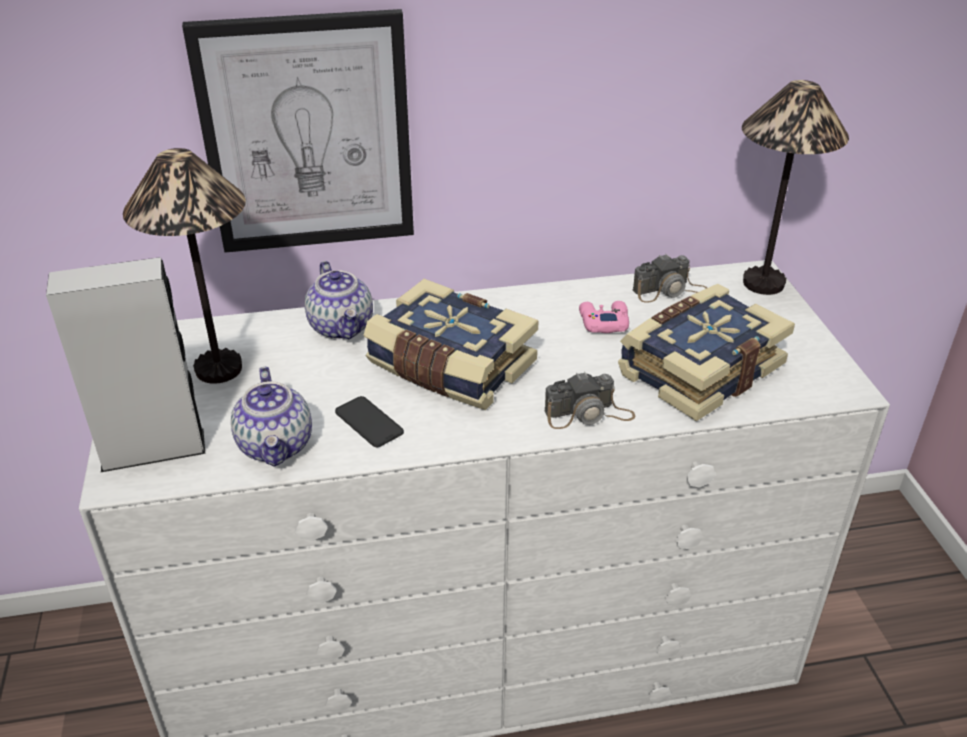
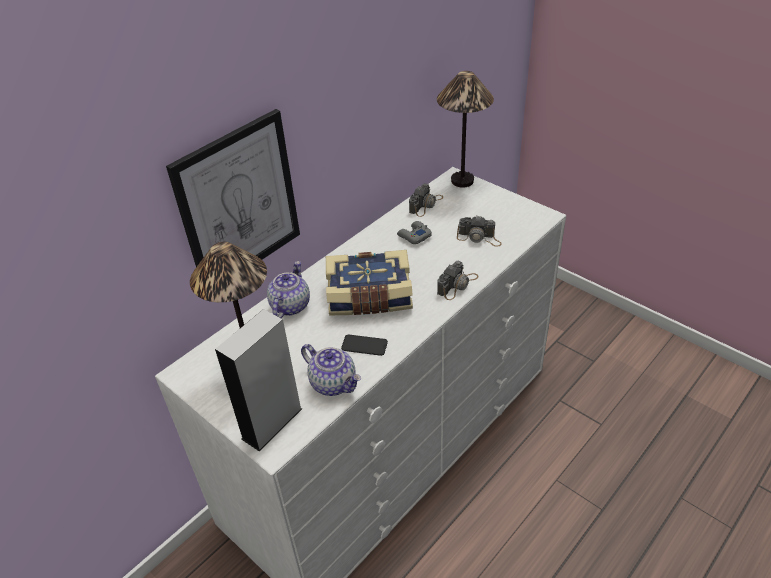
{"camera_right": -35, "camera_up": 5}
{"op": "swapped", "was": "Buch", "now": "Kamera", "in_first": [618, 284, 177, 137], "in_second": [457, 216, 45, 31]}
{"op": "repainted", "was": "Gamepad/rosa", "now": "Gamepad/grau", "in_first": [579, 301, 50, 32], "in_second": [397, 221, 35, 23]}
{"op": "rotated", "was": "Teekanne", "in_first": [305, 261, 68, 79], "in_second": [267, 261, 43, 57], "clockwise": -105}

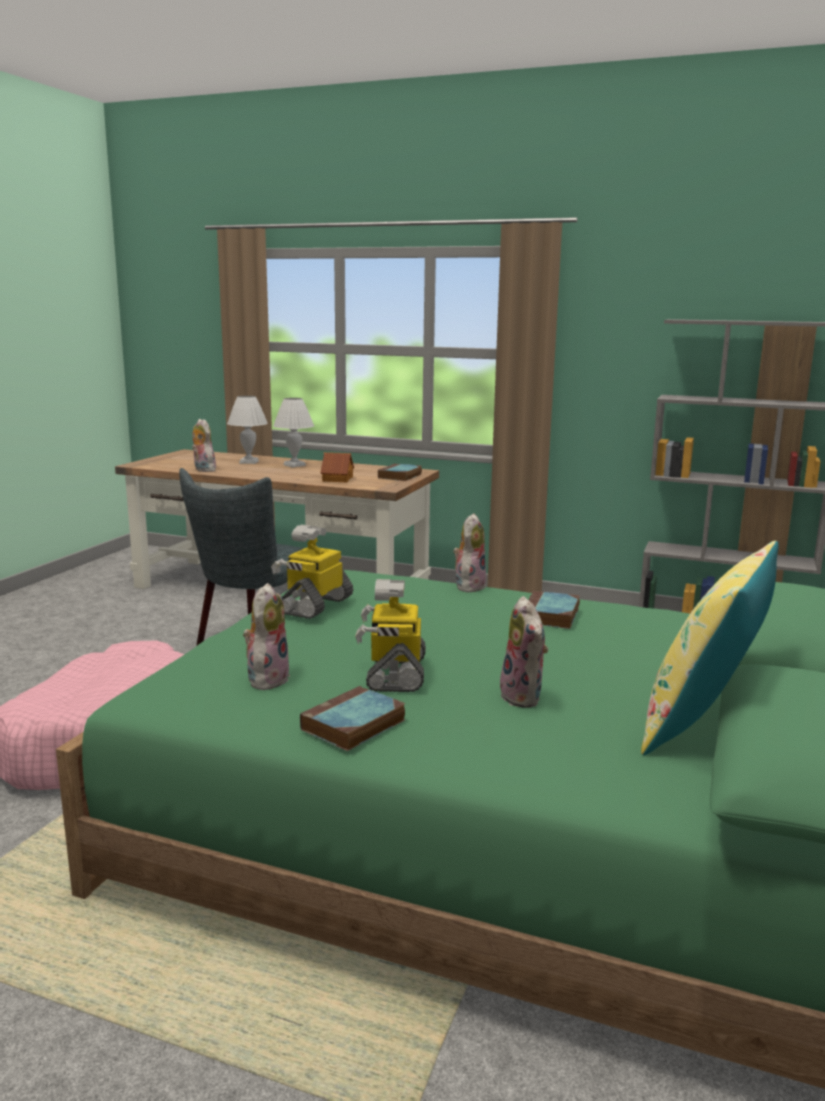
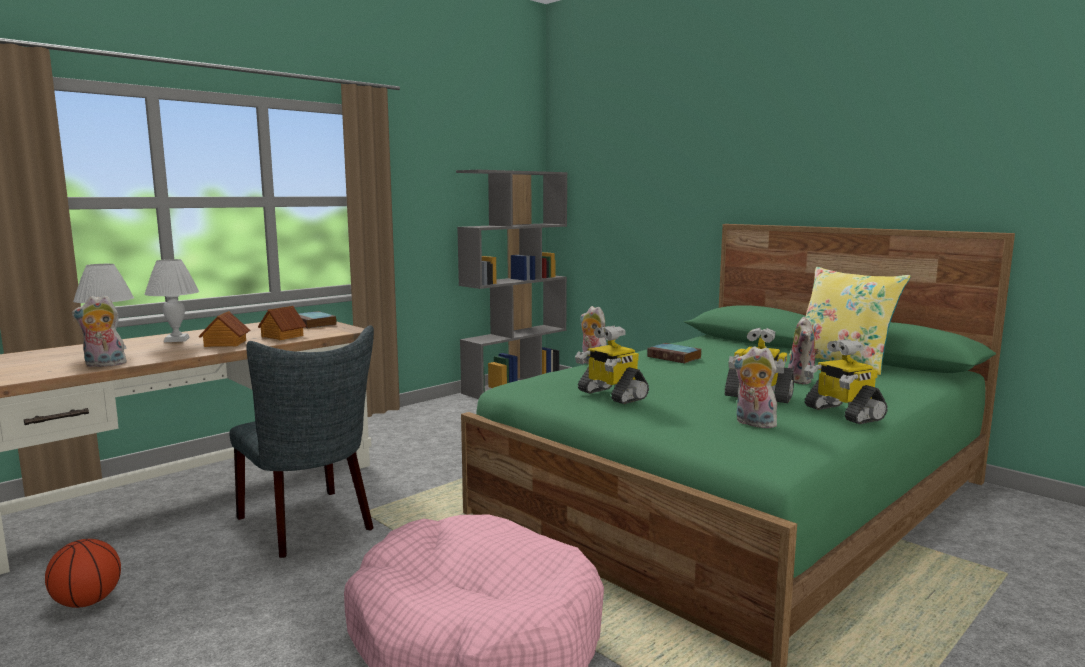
{"camera_right": -65, "camera_up": -5}
{"op": "new", "now": "Basketball", "in_second": [45, 539, 76, 69]}
{"op": "new", "now": "Spielzeughaus", "in_second": [198, 311, 52, 36]}
{"op": "swapped", "was": "Buch", "now": "Spielzeugroboter", "in_first": [300, 686, 106, 65], "in_second": [804, 339, 84, 85]}
{"op": "rotated", "was": "Plüschtier", "in_first": [500, 596, 48, 112], "in_second": [788, 317, 32, 67], "clockwise": 90}

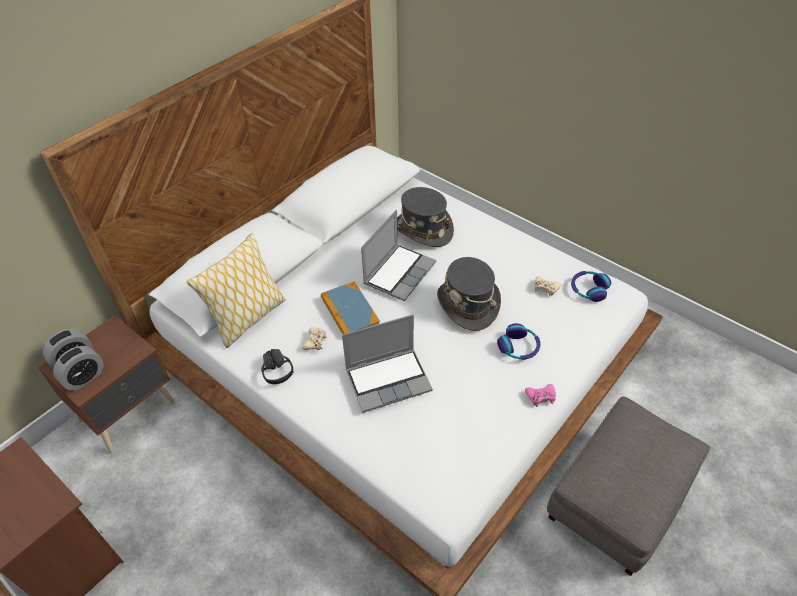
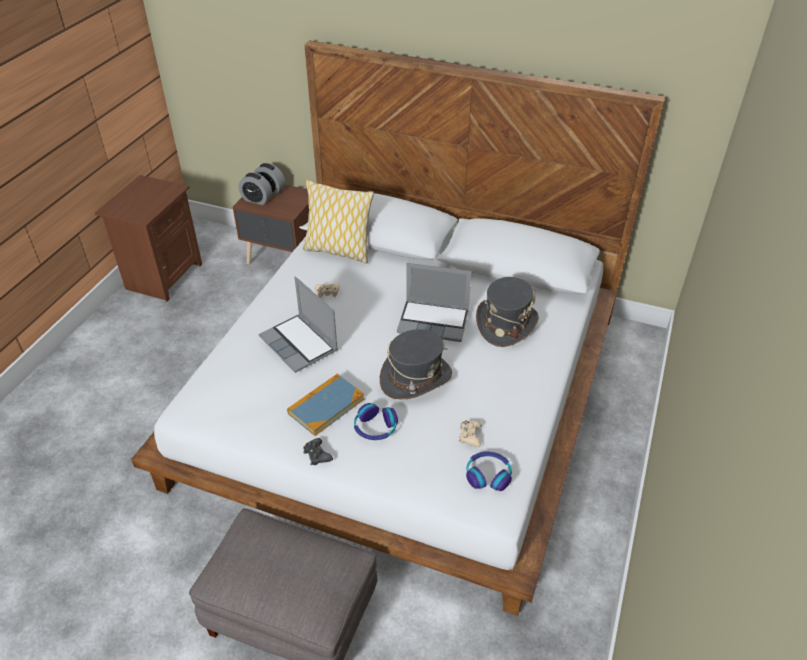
{"camera_right": 70, "camera_up": -5}
{"op": "gone", "was": "Kopfhörer/schwarz", "in_first": [261, 349, 32, 35]}
{"op": "shifted", "was": "Buch", "in_first": [321, 281, 59, 53], "in_second": [287, 374, 77, 62]}
{"op": "repainted", "was": "Gamepad/rosa", "now": "Gamepad/schwarz", "in_first": [525, 384, 31, 23], "in_second": [303, 438, 30, 27]}

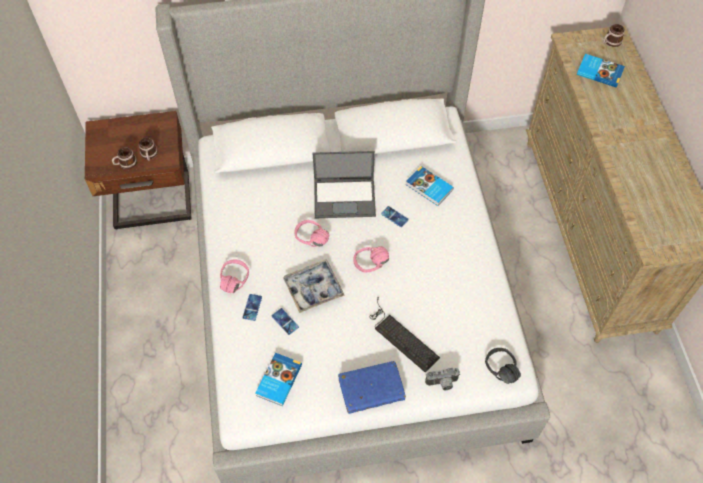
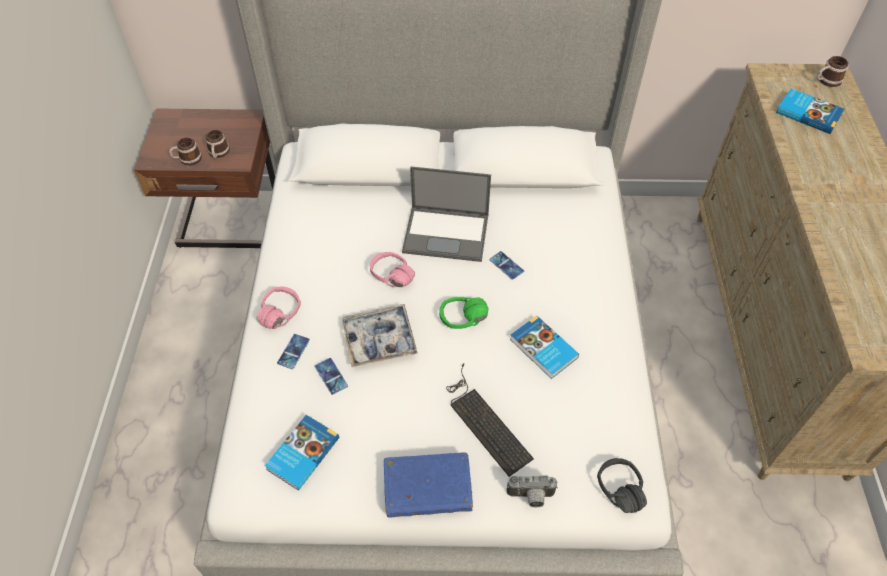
{"camera_right": 10, "camera_up": -5}
{"op": "shifted", "was": "Buch", "in_first": [406, 166, 48, 40], "in_second": [510, 316, 69, 63]}
{"op": "repainted", "was": "Kopfhörer/rosa", "now": "Kopfhörer/grün", "in_first": [353, 246, 36, 27], "in_second": [439, 297, 49, 32]}

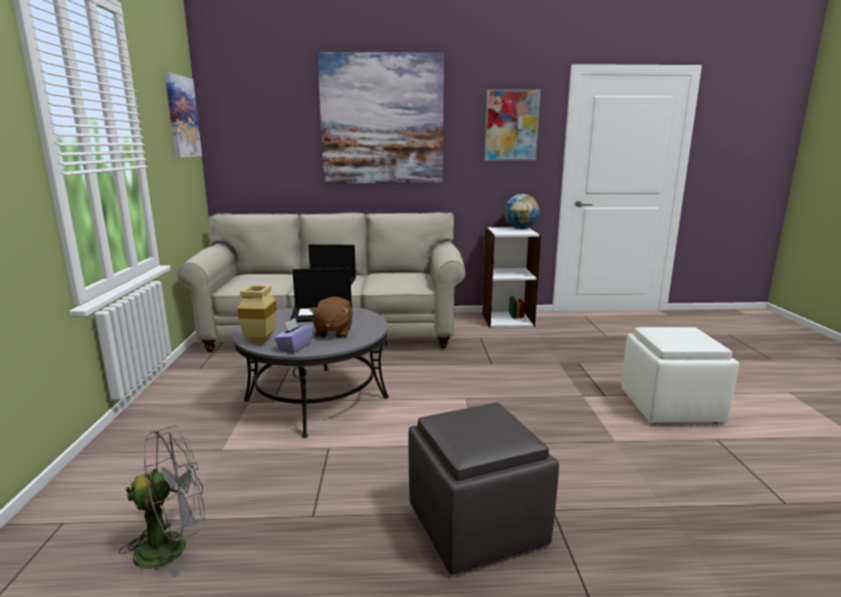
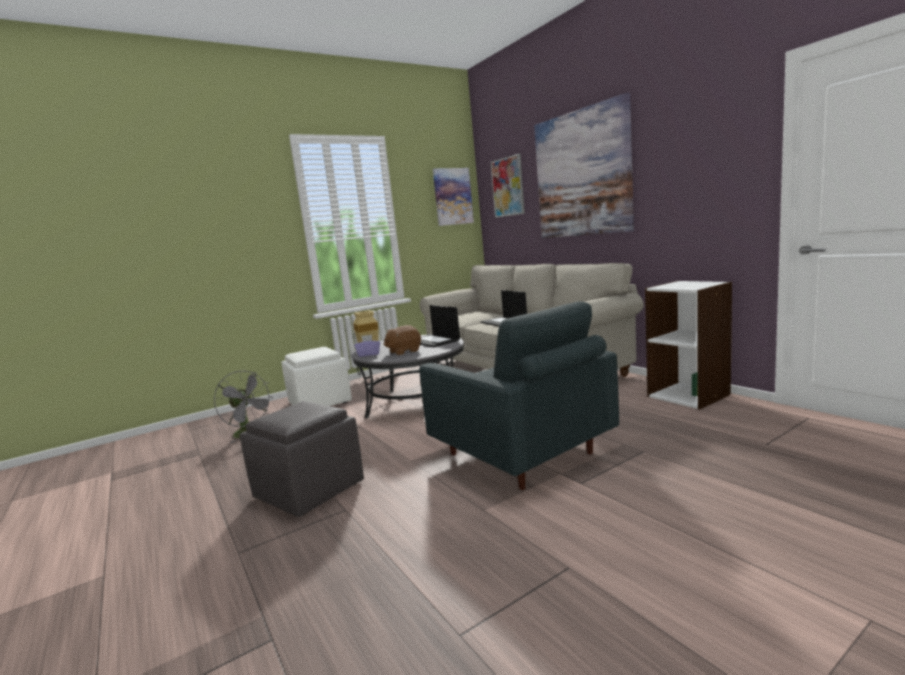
{"camera_right": 60, "camera_up": -5}
{"op": "gone", "was": "Globus", "in_first": [504, 194, 36, 35]}
{"op": "new", "now": "Sessel/grau", "in_second": [419, 301, 200, 189]}
{"op": "shifted", "was": "Bild", "in_first": [484, 89, 57, 72], "in_second": [491, 154, 34, 64]}
{"op": "shifted", "was": "Polsterhocker/weiß", "in_first": [621, 327, 118, 96], "in_second": [281, 347, 71, 59]}

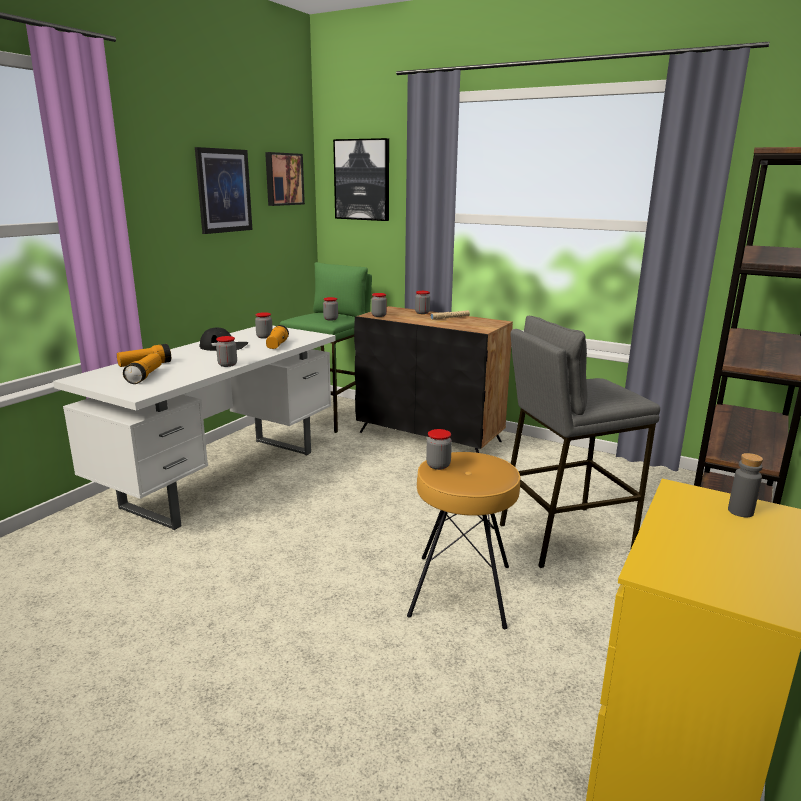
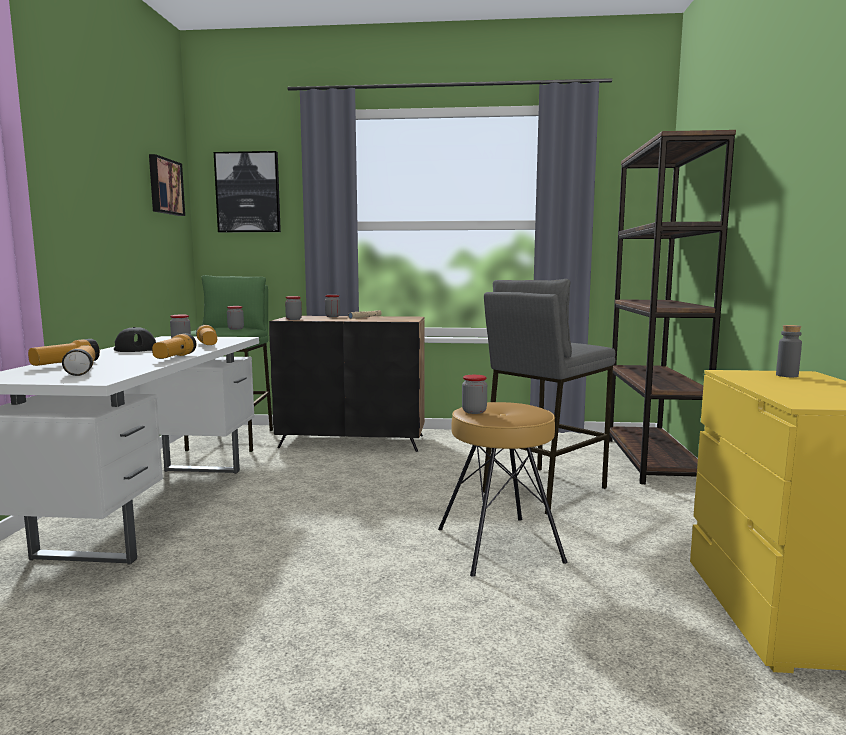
{"camera_right": -25, "camera_up": -10}
{"op": "gone", "was": "Bild", "in_first": [195, 147, 57, 87]}
{"op": "swapped", "was": "Vorratsglas", "now": "Taschenlampe", "in_first": [216, 336, 21, 31], "in_second": [152, 333, 44, 26]}

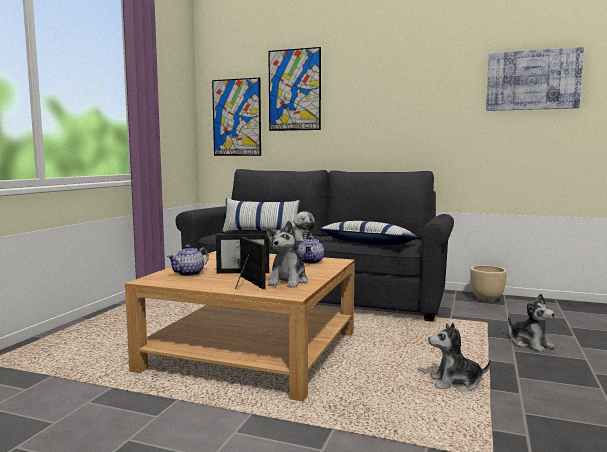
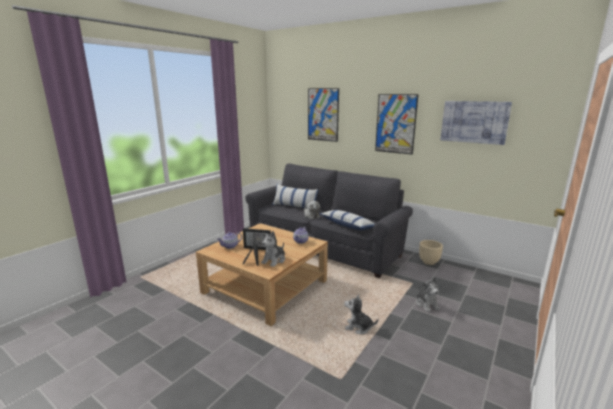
{"camera_right": 15, "camera_up": 10}
{"op": "shifted", "was": "Bild", "in_first": [212, 77, 49, 79], "in_second": [375, 94, 44, 61]}

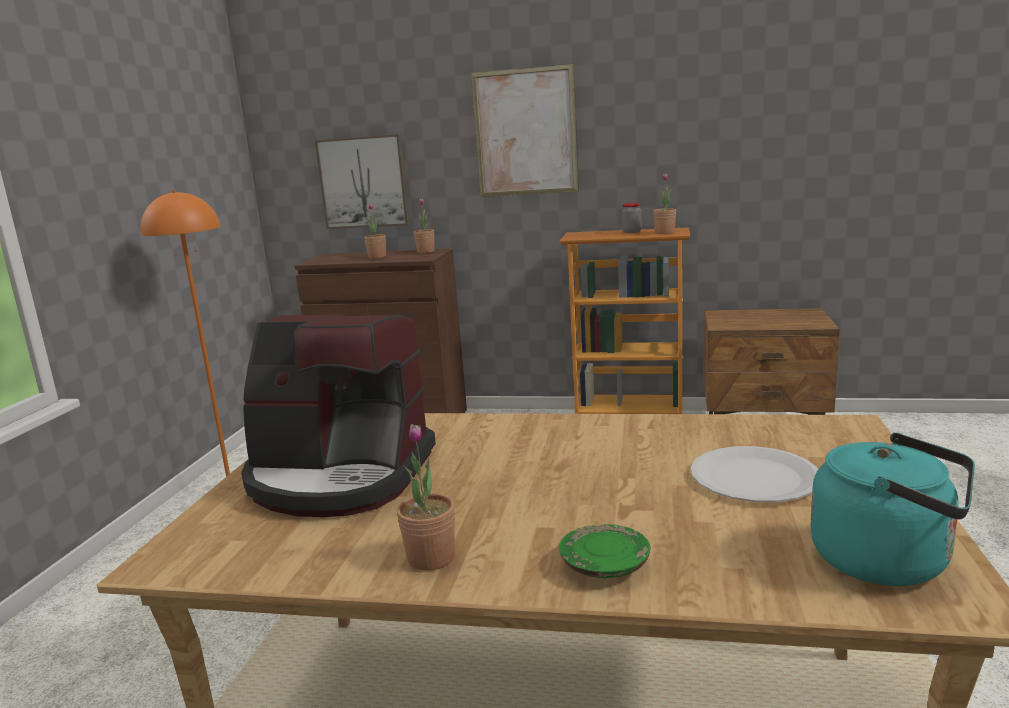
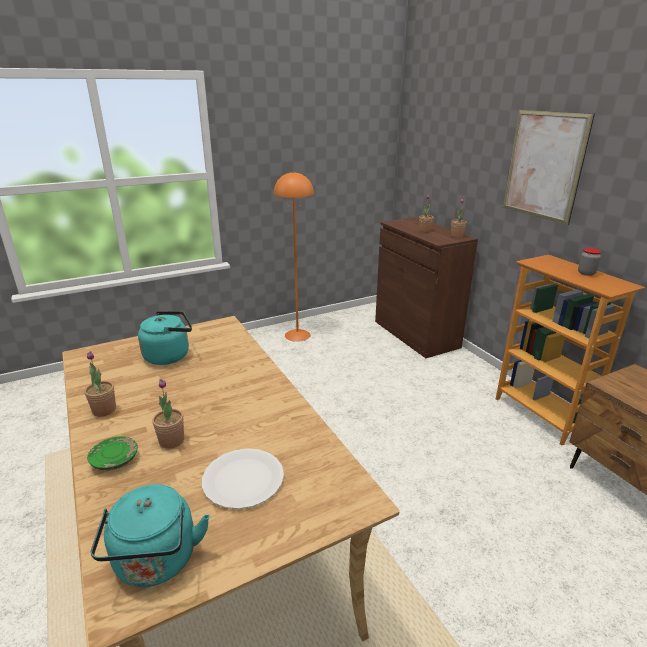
{"camera_right": 50, "camera_up": 10}
{"op": "gone", "was": "Bild", "in_first": [315, 134, 95, 95]}
{"op": "shifted", "was": "Topfpflanze", "in_first": [653, 174, 23, 60], "in_second": [152, 379, 32, 70]}
{"op": "swapped", "was": "Kaffeemaschine", "now": "Wasserkessel/türkis", "in_first": [241, 314, 195, 203], "in_second": [138, 311, 54, 54]}

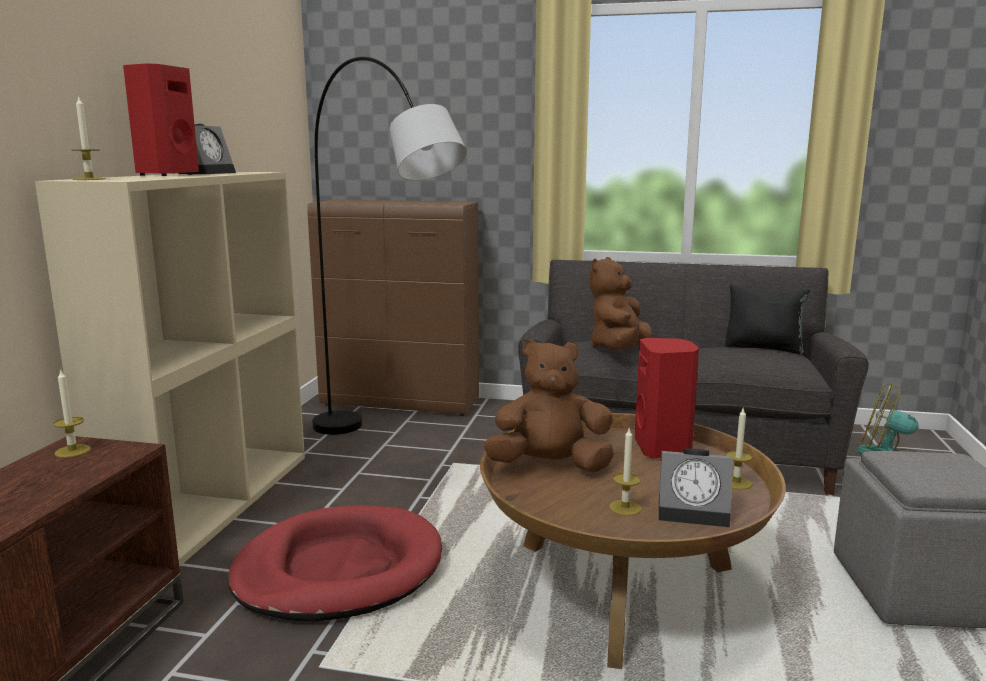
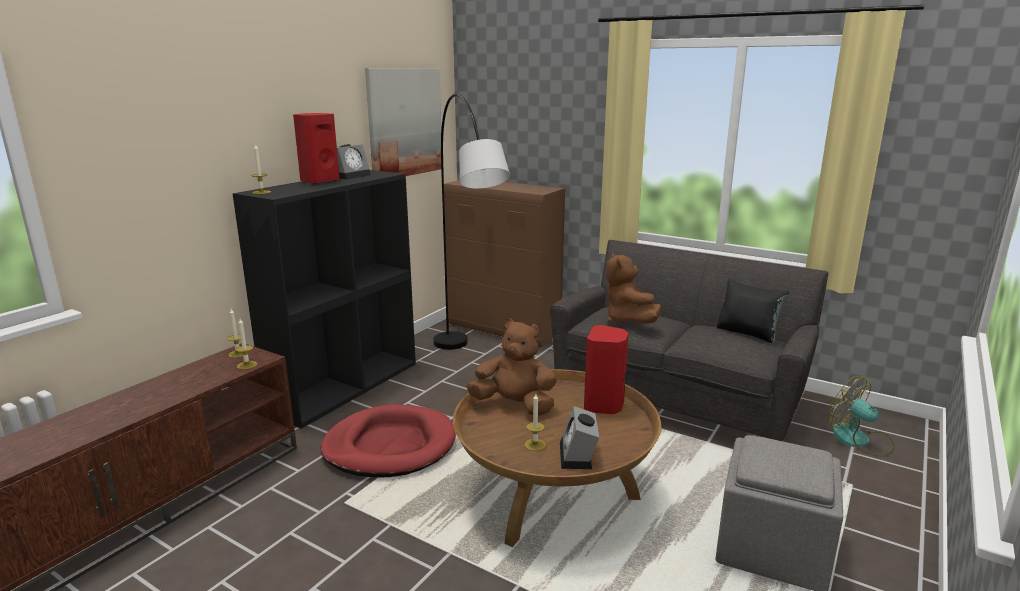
{"camera_right": 20, "camera_up": 5}
{"op": "new", "now": "Bild", "in_second": [365, 68, 76, 108]}
{"op": "shifted", "was": "Kerze", "in_first": [726, 408, 26, 82], "in_second": [236, 319, 21, 51]}
{"op": "repainted", "was": "Bücherregal/beige", "now": "Bücherregal/schwarz", "in_first": [35, 172, 270, 395], "in_second": [232, 170, 184, 259]}
{"op": "rotated", "was": "Plüschtier/braun", "in_first": [590, 257, 62, 93], "in_second": [606, 252, 55, 72], "clockwise": -60}
{"op": "rotated", "was": "Wecker", "in_first": [659, 448, 74, 79], "in_second": [560, 406, 39, 63], "clockwise": 60}

